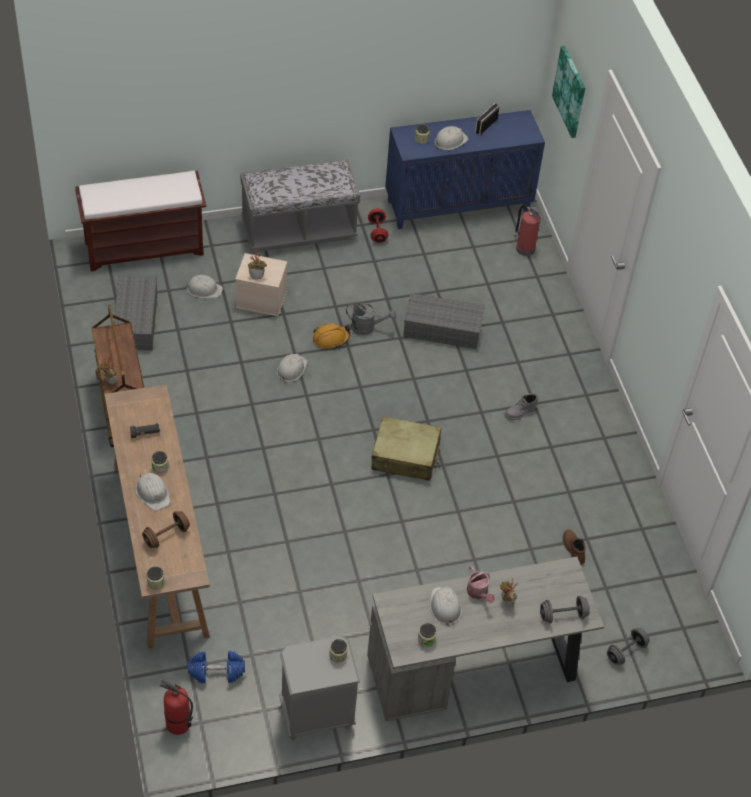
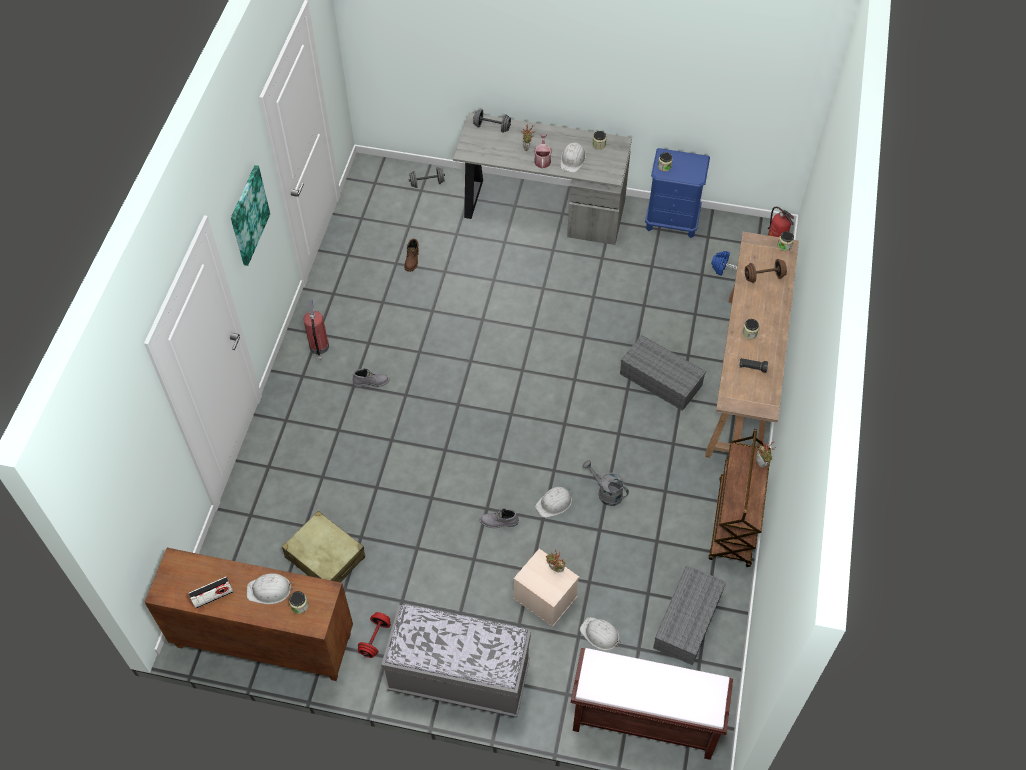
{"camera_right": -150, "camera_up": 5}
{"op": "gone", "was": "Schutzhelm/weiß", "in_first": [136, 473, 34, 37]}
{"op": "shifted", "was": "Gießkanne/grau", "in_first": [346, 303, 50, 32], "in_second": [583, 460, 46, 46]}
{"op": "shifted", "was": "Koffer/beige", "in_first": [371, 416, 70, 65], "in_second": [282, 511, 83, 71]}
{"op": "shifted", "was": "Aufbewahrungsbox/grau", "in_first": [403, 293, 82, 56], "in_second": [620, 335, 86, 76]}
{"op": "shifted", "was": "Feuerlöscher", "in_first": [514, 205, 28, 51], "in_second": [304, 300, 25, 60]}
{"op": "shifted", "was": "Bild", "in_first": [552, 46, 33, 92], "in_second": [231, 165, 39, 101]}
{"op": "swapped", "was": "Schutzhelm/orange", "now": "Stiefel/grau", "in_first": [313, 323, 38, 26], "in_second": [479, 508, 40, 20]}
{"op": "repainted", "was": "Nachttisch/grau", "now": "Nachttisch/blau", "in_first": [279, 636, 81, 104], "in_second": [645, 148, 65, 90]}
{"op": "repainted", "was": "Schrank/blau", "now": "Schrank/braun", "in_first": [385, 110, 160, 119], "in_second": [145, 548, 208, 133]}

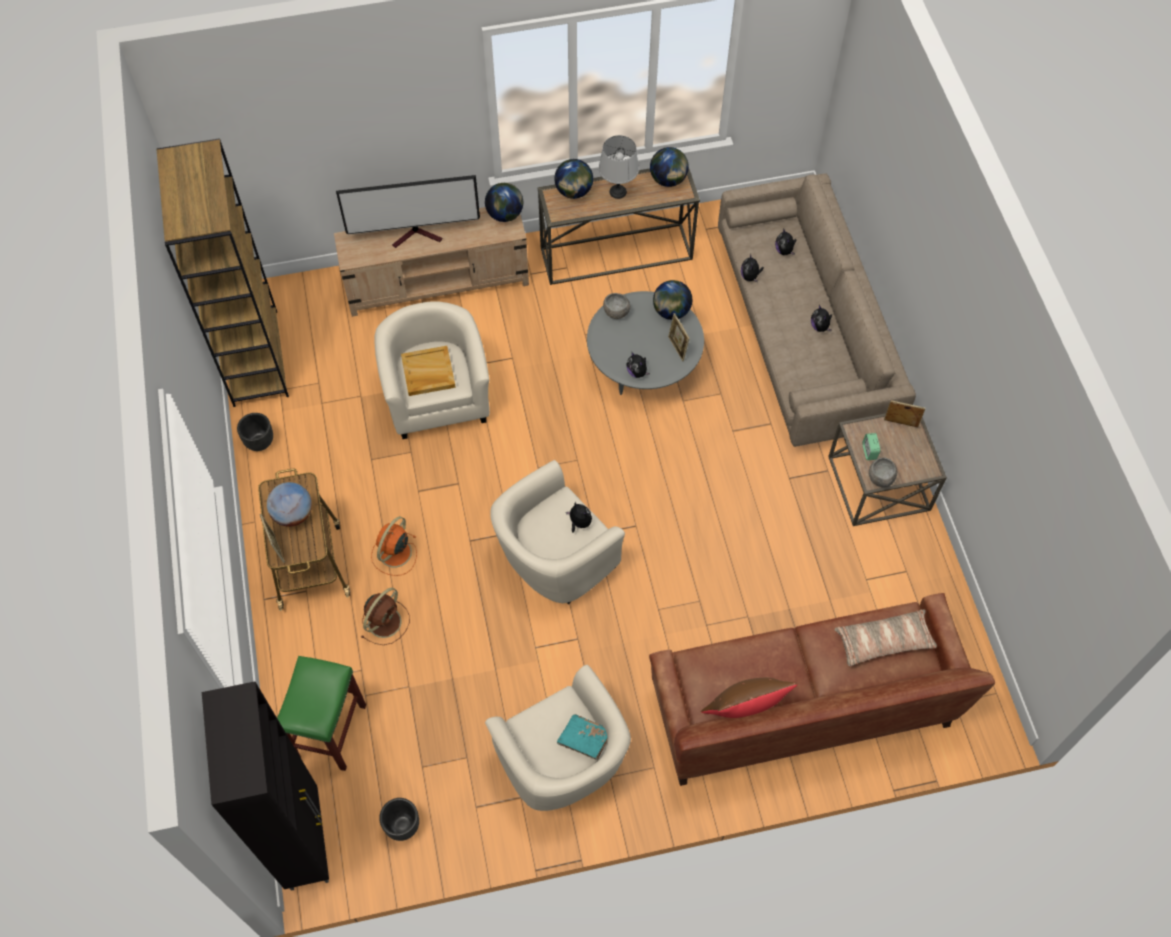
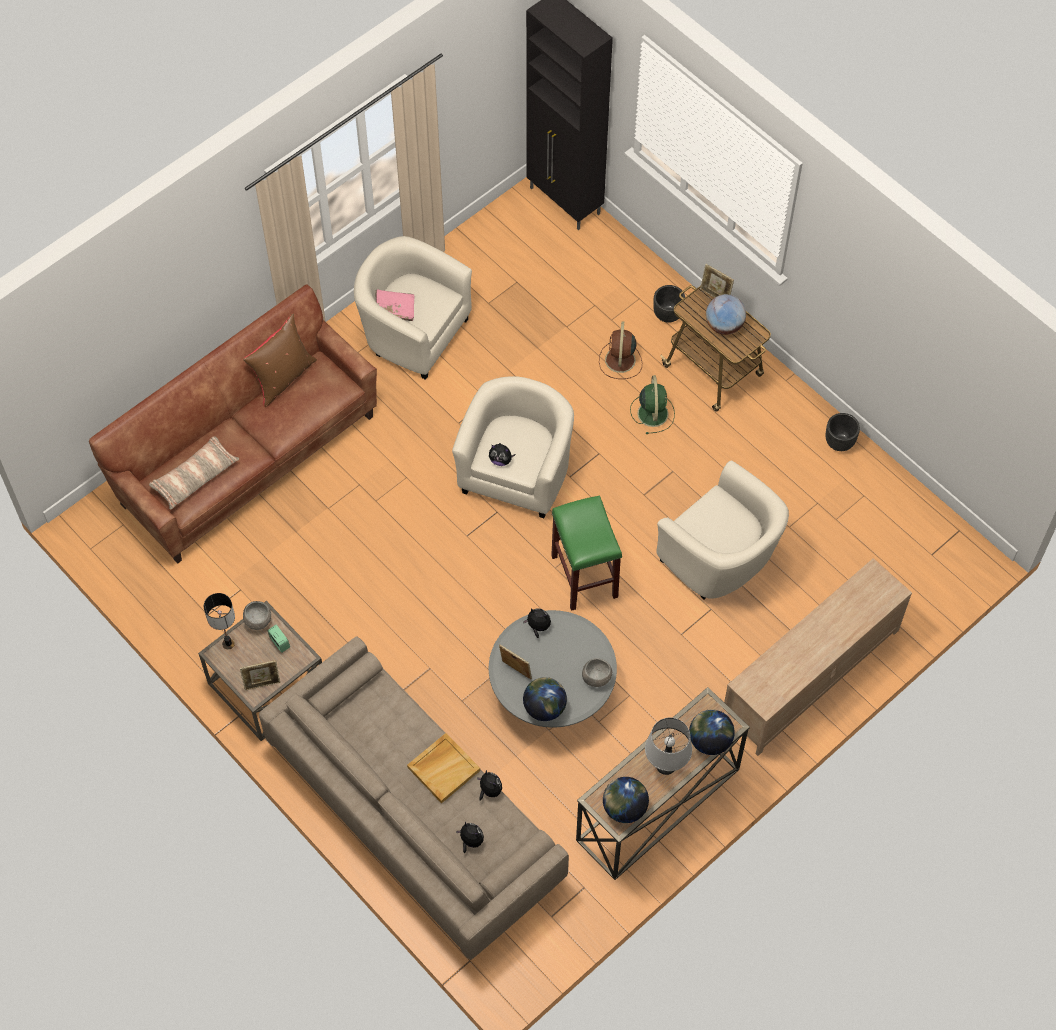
{"camera_right": 150, "camera_up": 0}
{"op": "gone", "was": "Bücherregal/braun", "in_first": [157, 138, 132, 269]}
{"op": "gone", "was": "Fernseher", "in_first": [336, 175, 144, 73]}
{"op": "gone", "was": "Globus", "in_first": [485, 183, 38, 39]}
{"op": "gone", "was": "Plüschtier", "in_first": [811, 305, 21, 27]}
{"op": "new", "now": "Tischlampe", "in_second": [204, 593, 31, 56]}
{"op": "shifted", "was": "Hocker/grün", "in_first": [277, 656, 89, 115], "in_second": [551, 495, 71, 116]}
{"op": "shifted", "was": "Pflanzkübel/schwarz", "in_first": [379, 798, 40, 43], "in_second": [653, 285, 32, 38]}
{"op": "shifted", "was": "Tablett/beige", "in_first": [401, 346, 55, 50], "in_second": [407, 733, 73, 70]}
{"op": "repainted", "was": "Ventilator/orange", "now": "Ventilator/grün", "in_first": [371, 516, 46, 60], "in_second": [630, 375, 45, 59]}
{"op": "repainted", "was": "Buch/türkis", "now": "Buch/rosa", "in_first": [557, 714, 50, 46], "in_second": [375, 289, 39, 32]}

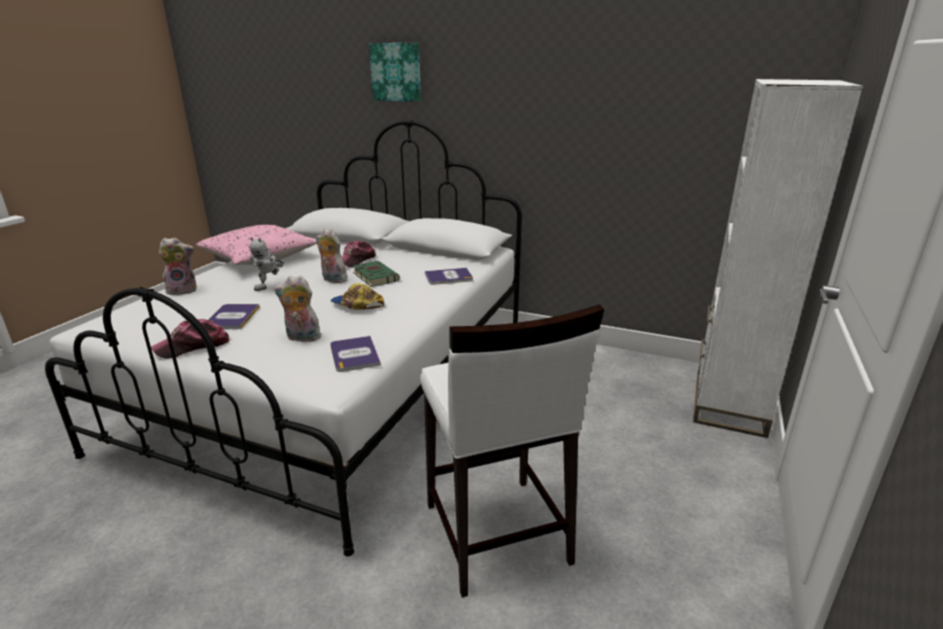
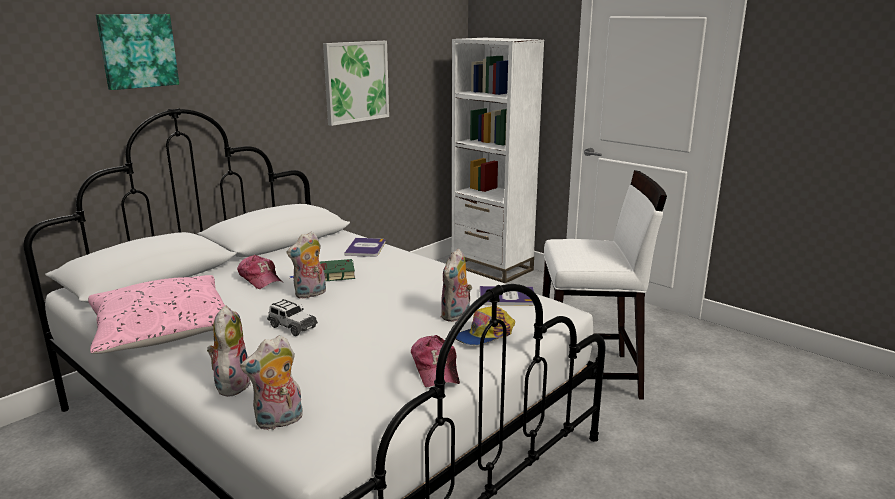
{"camera_right": -70, "camera_up": -5}
{"op": "gone", "was": "Buch", "in_first": [209, 304, 51, 25]}
{"op": "new", "now": "Plüschtier", "in_second": [240, 335, 63, 95]}
{"op": "new", "now": "Bild", "in_second": [323, 41, 66, 85]}
{"op": "shifted", "was": "Kappe", "in_first": [331, 283, 53, 27], "in_second": [456, 306, 59, 39]}
{"op": "swapped", "was": "Spielzeugroboter", "now": "Spielzeugauto", "in_first": [250, 237, 34, 54], "in_second": [267, 299, 51, 37]}

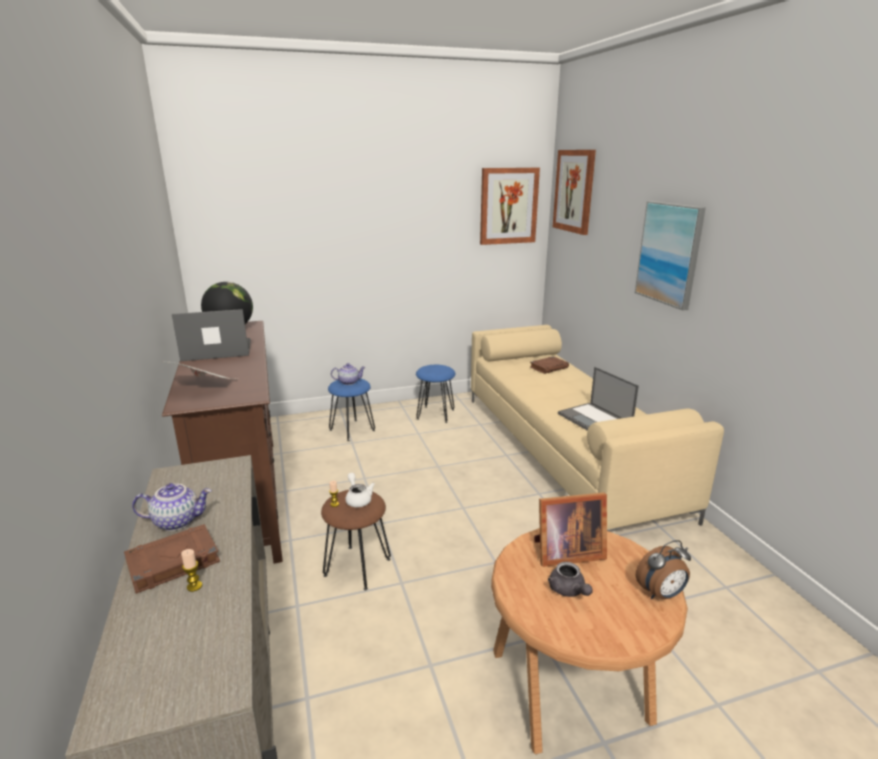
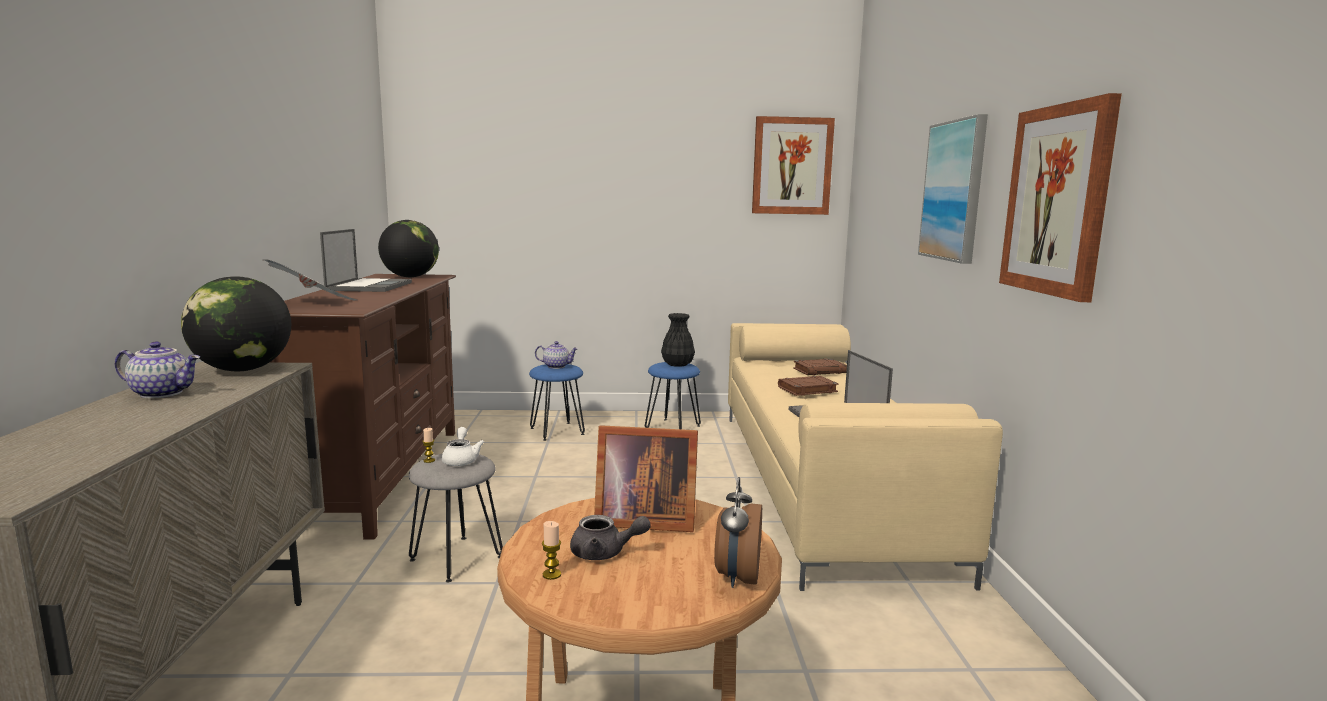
{"camera_right": 15, "camera_up": -10}
{"op": "new", "now": "Globus", "in_second": [181, 276, 110, 95]}
{"op": "new", "now": "Vase/schwarz", "in_second": [661, 313, 34, 54]}
{"op": "shifted", "was": "Buch/braun", "in_first": [124, 524, 96, 70], "in_second": [778, 376, 61, 20]}
{"op": "shifted", "was": "Kerze", "in_first": [181, 549, 21, 43], "in_second": [542, 521, 19, 59]}
{"op": "shifted", "was": "Bild", "in_first": [553, 150, 43, 85], "in_second": [999, 93, 123, 209]}
{"op": "repainted", "was": "Hocker/braun", "now": "Hocker/grau", "in_first": [321, 490, 70, 100], "in_second": [409, 454, 94, 128]}
{"op": "rotated", "was": "Laptop", "in_first": [172, 309, 79, 52], "in_second": [320, 229, 92, 63], "clockwise": 90}
{"op": "rotated", "was": "Teekanne/grau", "in_first": [548, 562, 45, 35], "in_second": [570, 515, 81, 45], "clockwise": -75}
{"op": "rotated", "was": "Wecker", "in_first": [636, 540, 55, 59], "in_second": [714, 477, 48, 111], "clockwise": 105}

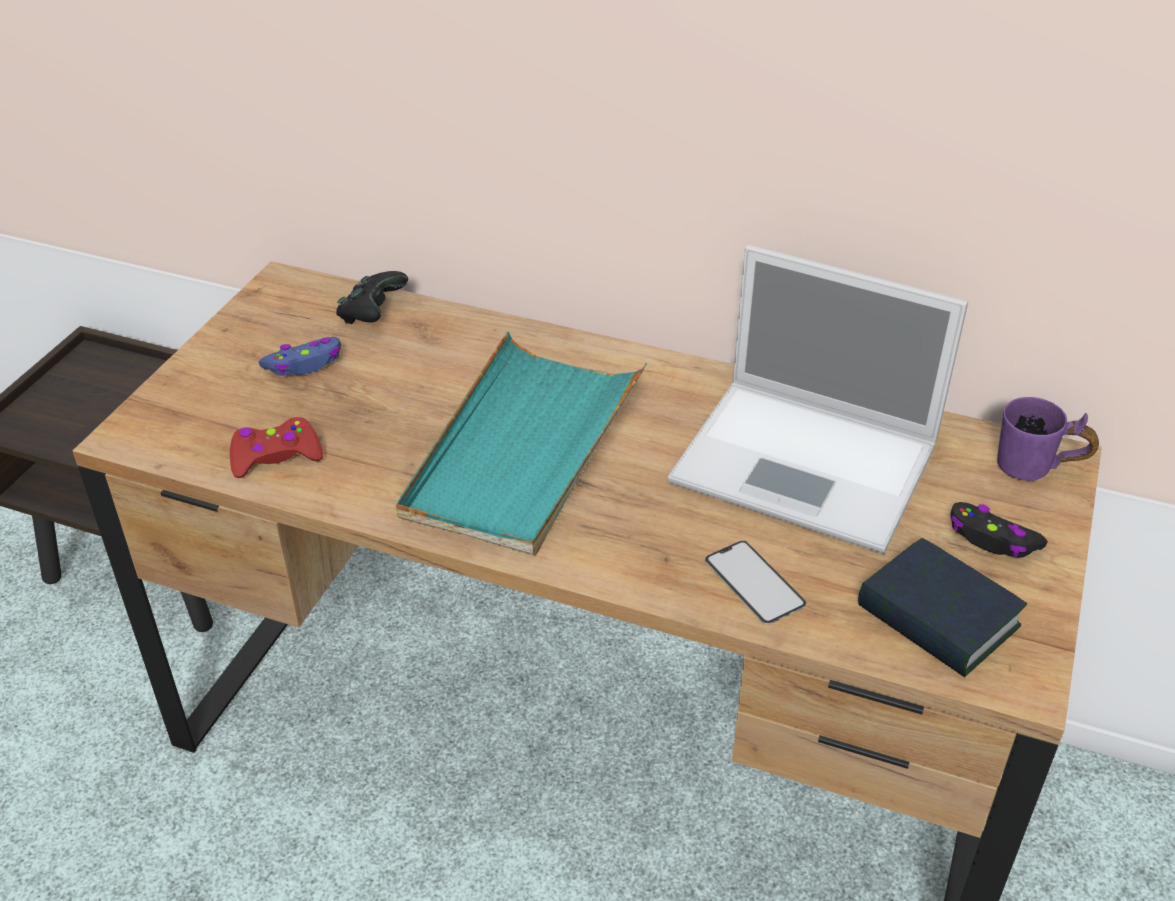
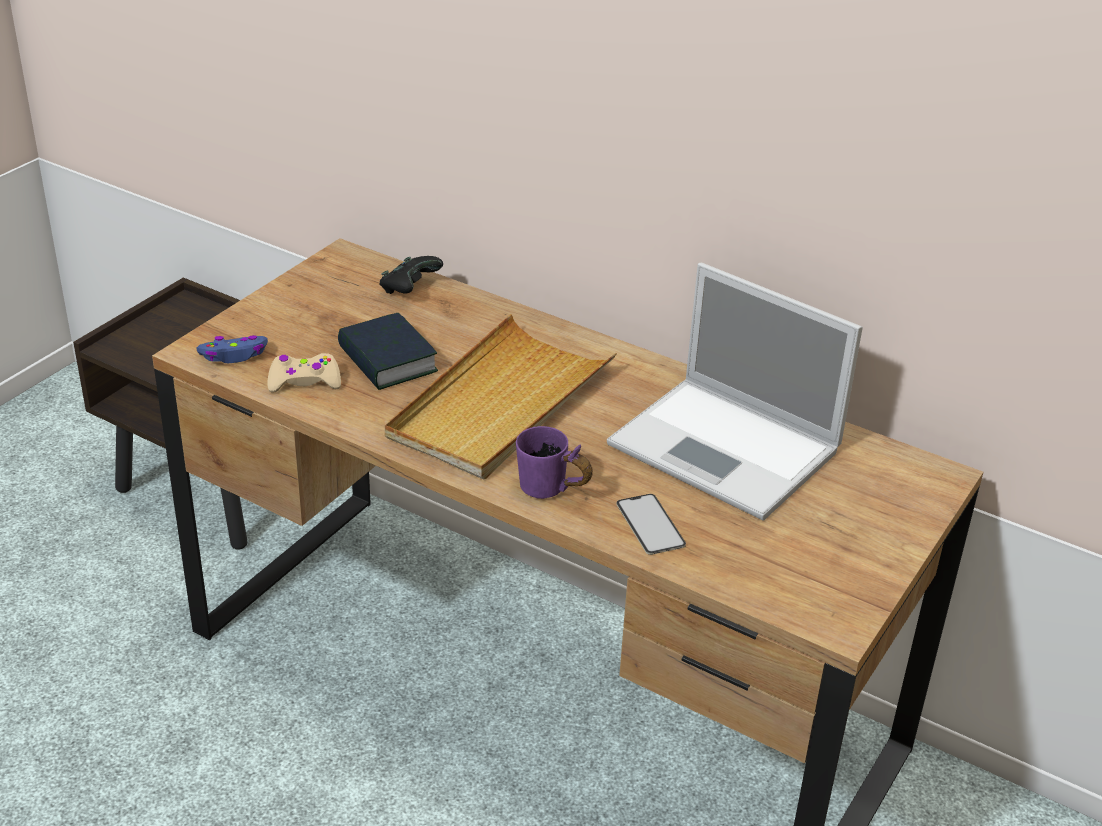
{"camera_right": 10, "camera_up": -5}
{"op": "gone", "was": "Gamepad/schwarz", "in_first": [950, 502, 98, 56]}
{"op": "shifted", "was": "Gamepad/blau", "in_first": [259, 337, 82, 39], "in_second": [196, 335, 72, 28]}
{"op": "shifted", "was": "Buch", "in_first": [858, 538, 169, 139], "in_second": [338, 313, 100, 77]}
{"op": "shifted", "was": "Henkelbecher/lila", "in_first": [997, 397, 102, 84], "in_second": [516, 426, 77, 73]}
{"op": "repainted", "was": "Gamepad/rot", "now": "Gamepad/beige", "in_first": [230, 417, 93, 61], "in_second": [268, 353, 73, 40]}
{"op": "repainted", "was": "Tablett/türkis", "now": "Tablett/beige", "in_first": [396, 332, 251, 224], "in_second": [385, 314, 232, 165]}

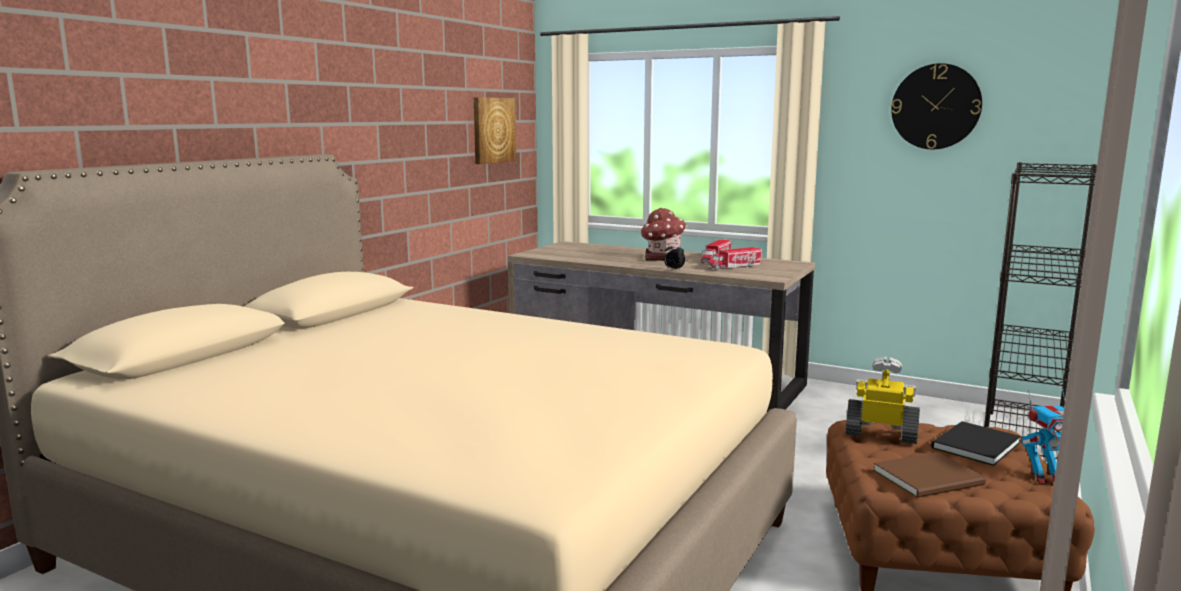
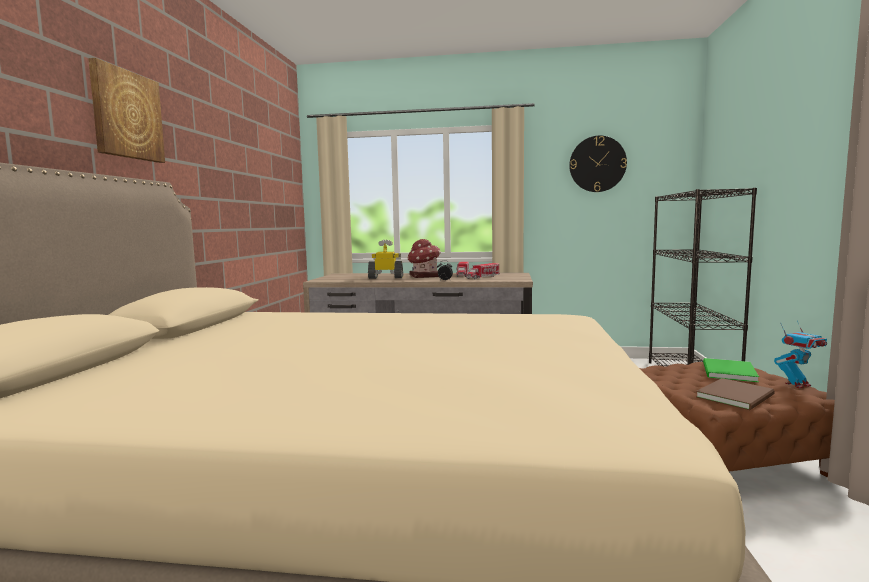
{"camera_right": -20, "camera_up": -5}
{"op": "shifted", "was": "Bild", "in_first": [474, 97, 42, 67], "in_second": [88, 58, 77, 105]}
{"op": "shifted", "was": "Spielzeugroboter", "in_first": [846, 357, 74, 87], "in_second": [368, 239, 35, 40]}
{"op": "repainted", "was": "Buch/schwarz", "now": "Buch/grün", "in_first": [931, 421, 90, 45], "in_second": [703, 358, 56, 24]}

